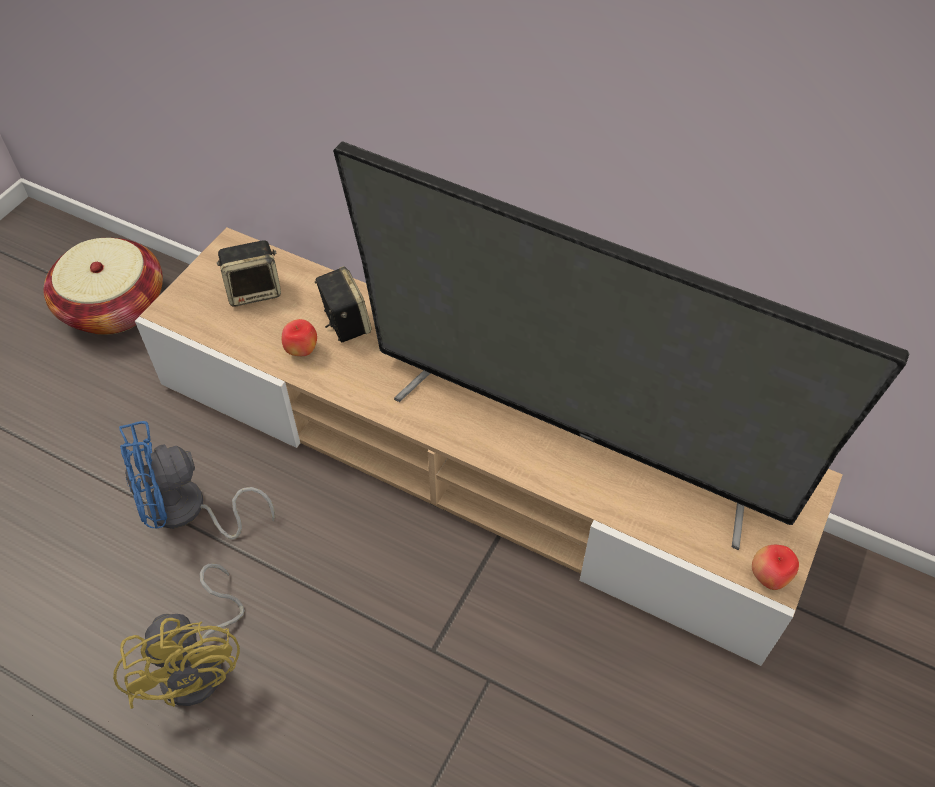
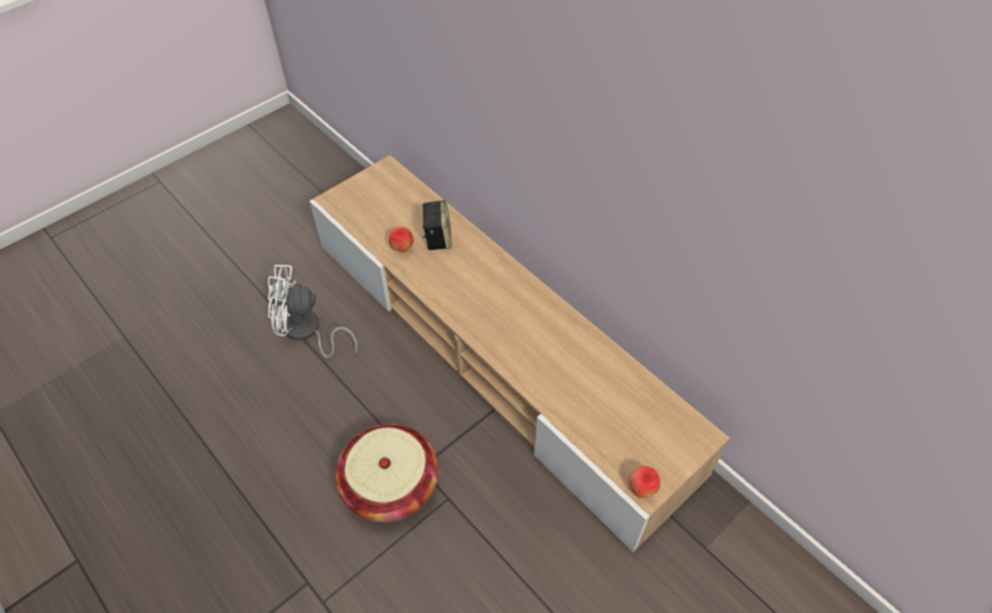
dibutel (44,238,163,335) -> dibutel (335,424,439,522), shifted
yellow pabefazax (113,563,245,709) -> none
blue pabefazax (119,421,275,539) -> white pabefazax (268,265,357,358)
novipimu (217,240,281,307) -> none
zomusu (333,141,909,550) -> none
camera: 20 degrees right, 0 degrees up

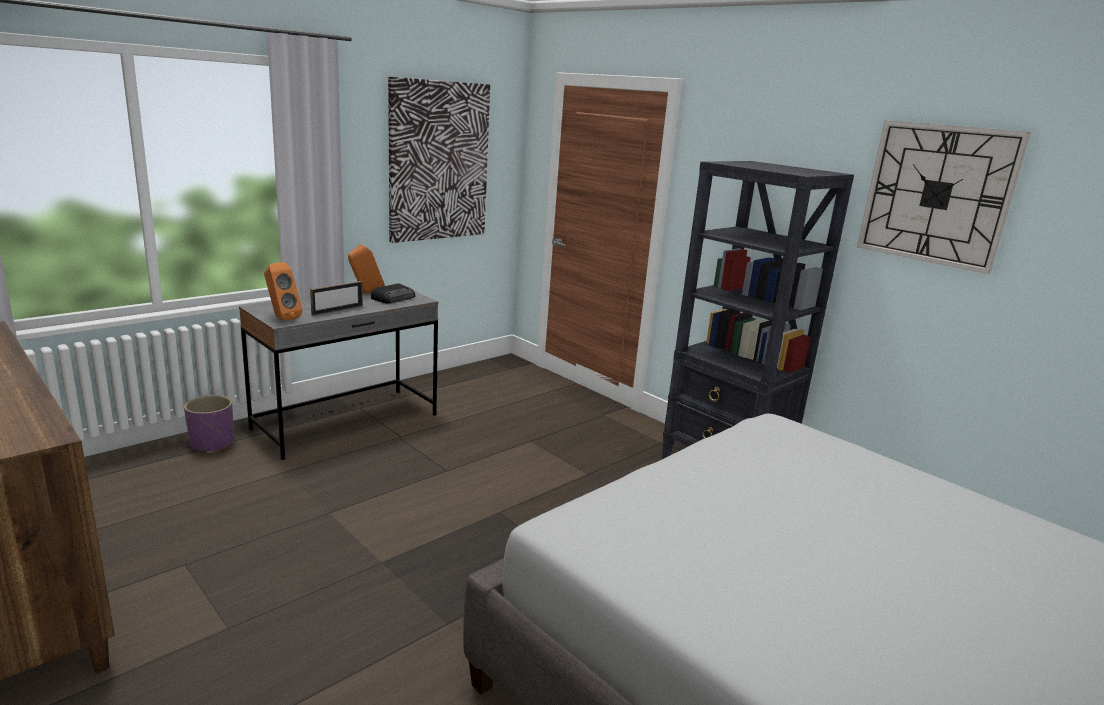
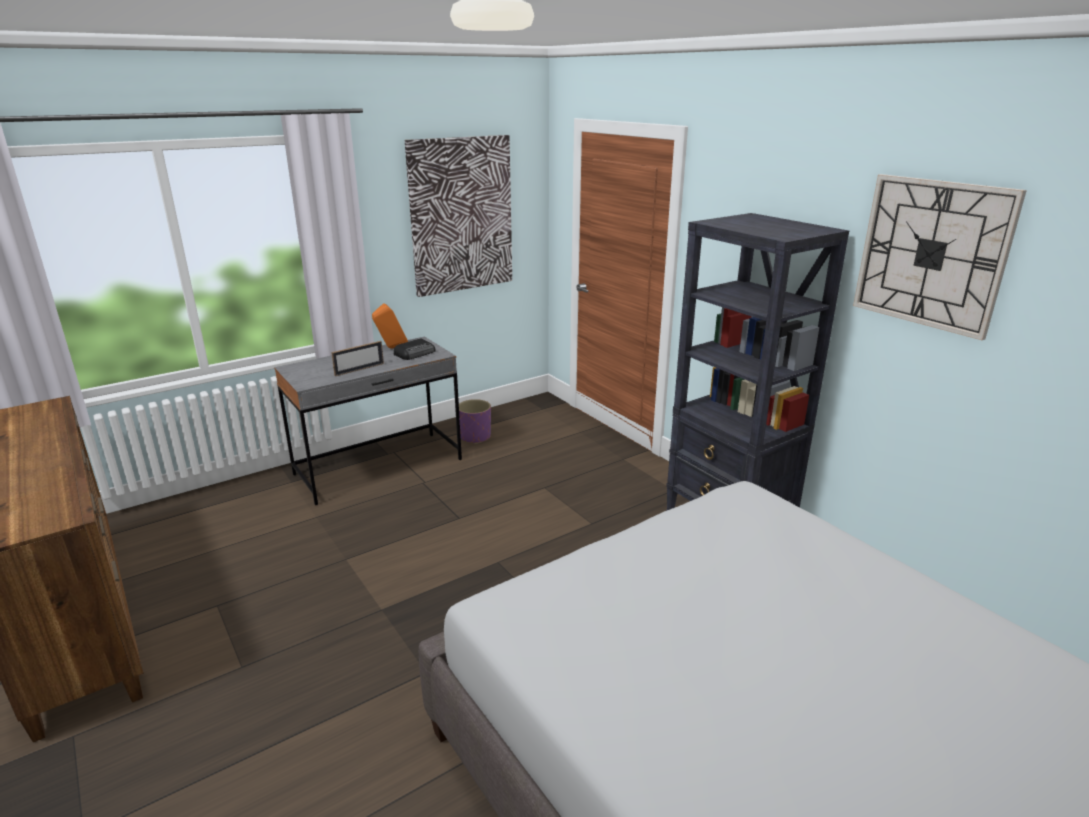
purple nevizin (184,395,234,453) -> purple nevizin (459,399,491,444), shifted
orange novipimu (264,262,303,321) -> none
camera: 10 degrees right, 5 degrees up

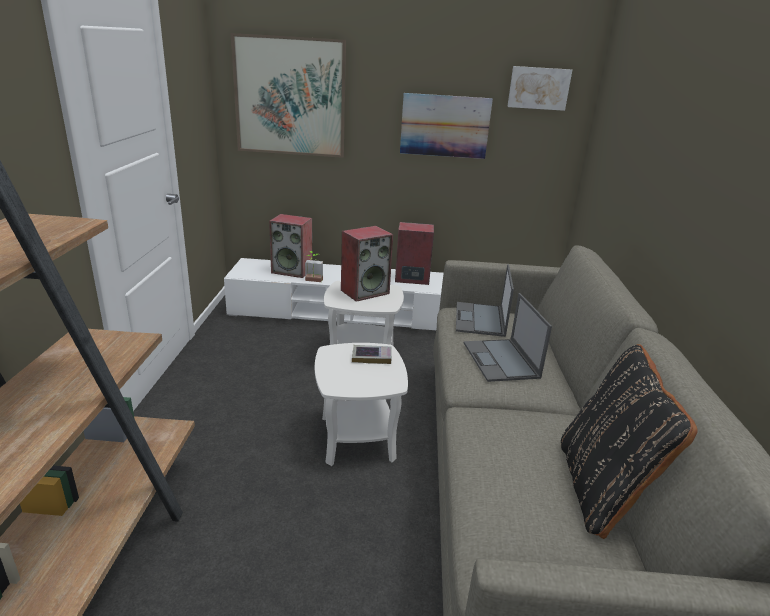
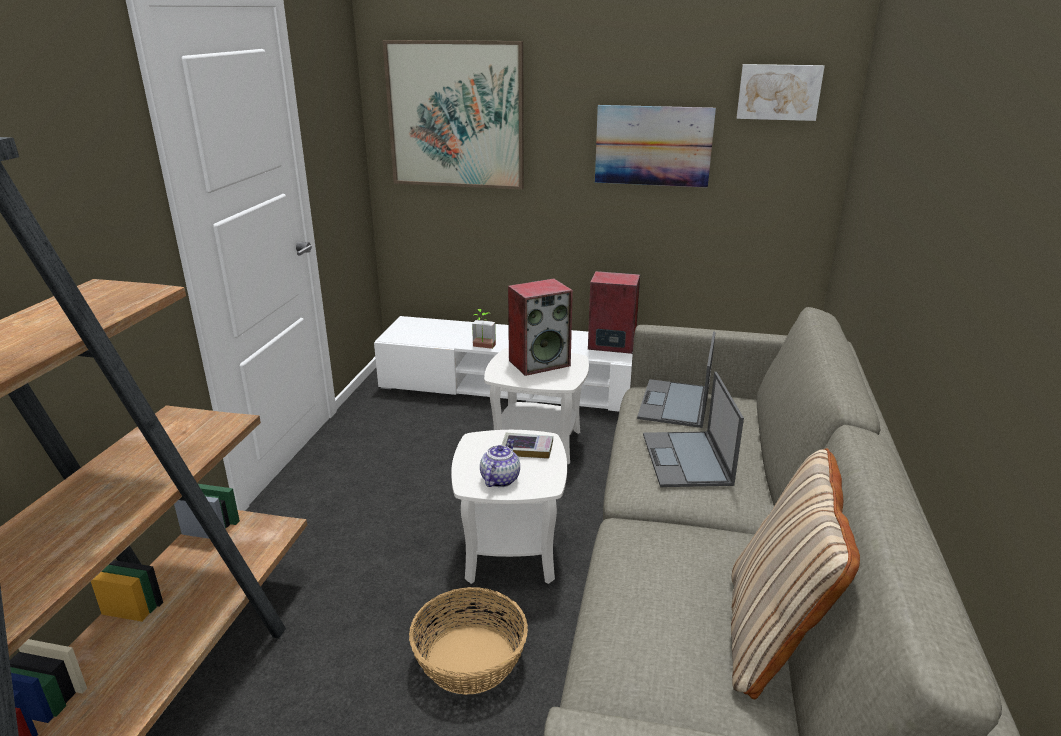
novipimu (269,214,312,278) -> none
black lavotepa (561,344,698,539) -> beige lavotepa (731,448,860,699)
none -> dibutel (409,587,528,695)
none -> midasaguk (480,439,520,487)
camera: 10 degrees right, 0 degrees up

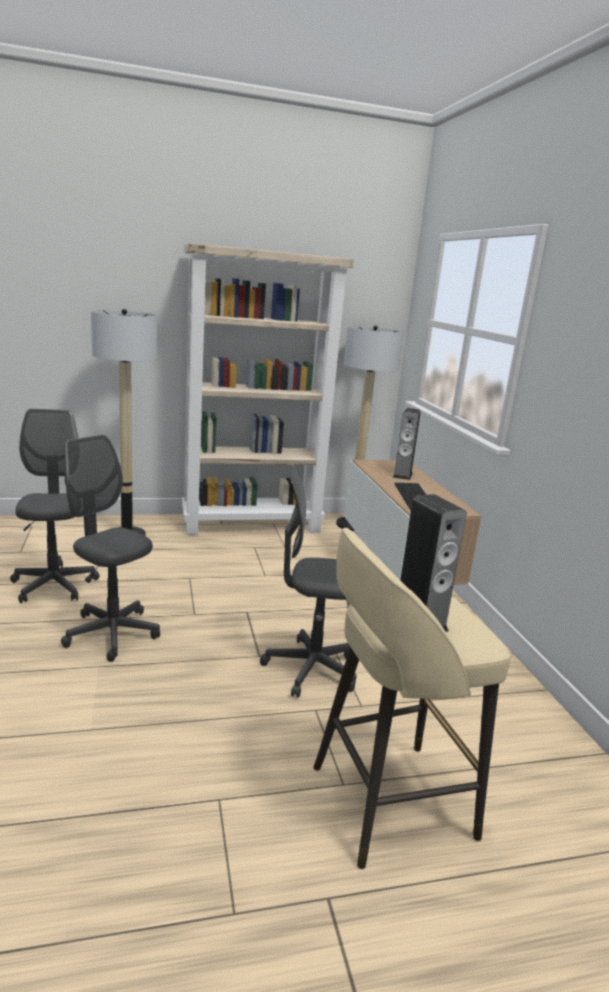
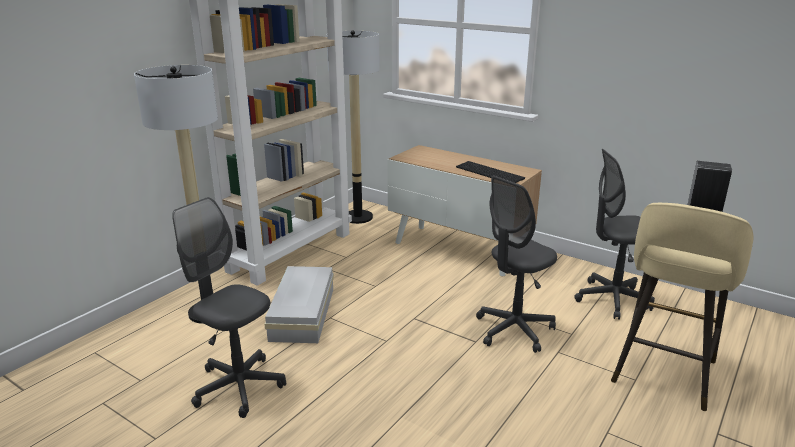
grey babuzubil (61,435,160,662) -> grey babuzubil (574,149,655,320), shifted
novipimu (393,408,421,480) -> none
none -> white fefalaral (265,266,334,343)
camera: 40 degrees left, 5 degrees up

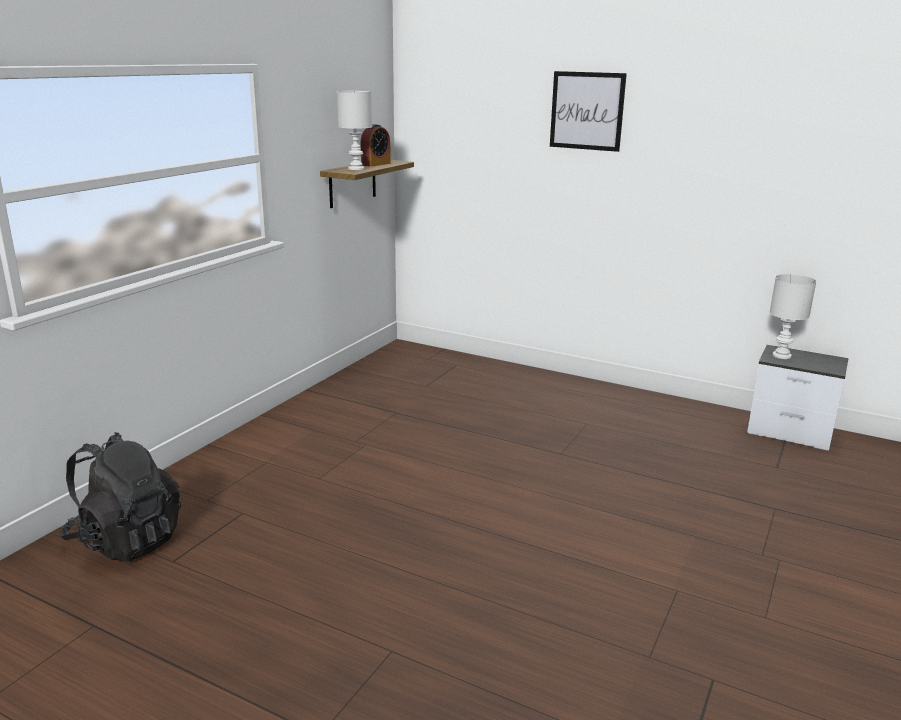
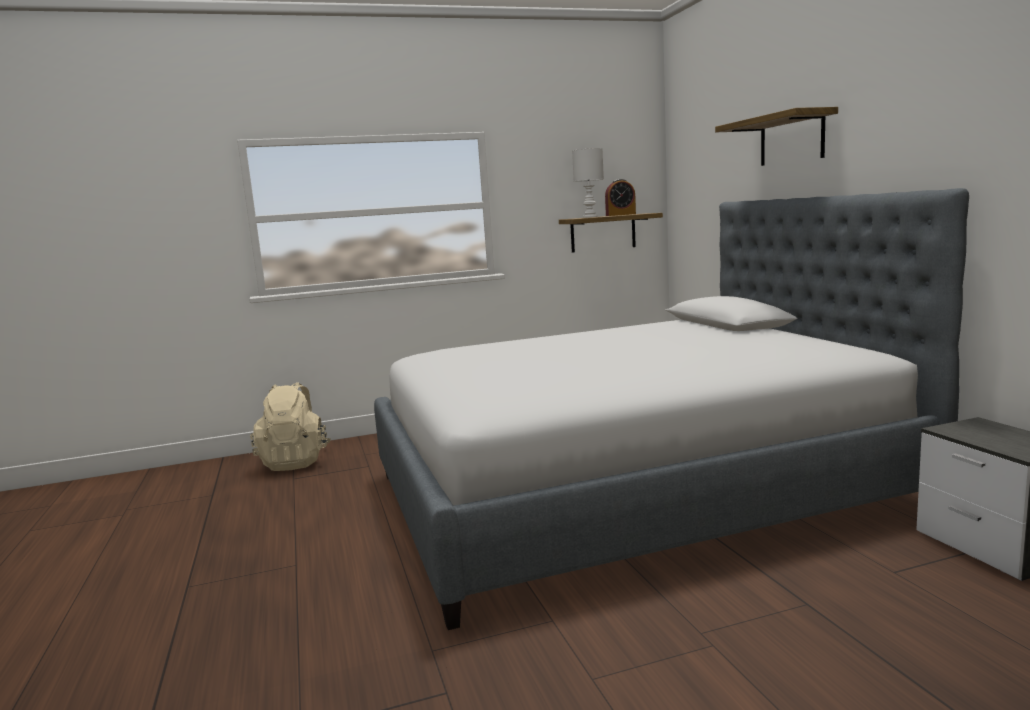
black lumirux (60,432,181,562) -> beige lumirux (250,382,331,471)
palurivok (550,71,627,152) -> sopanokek (715,107,838,166)
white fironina (770,274,816,359) -> none
none -> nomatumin (374,188,969,630)
camera: 45 degrees right, 10 degrees down

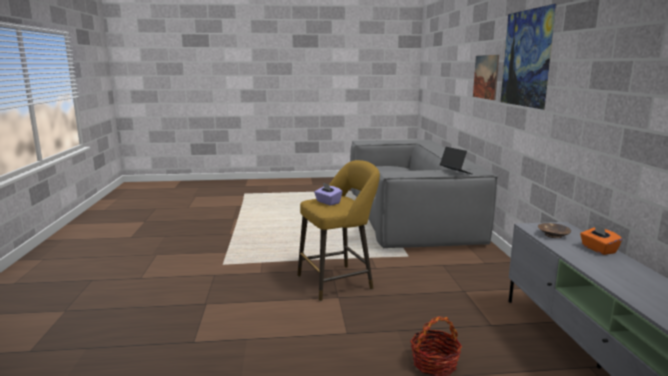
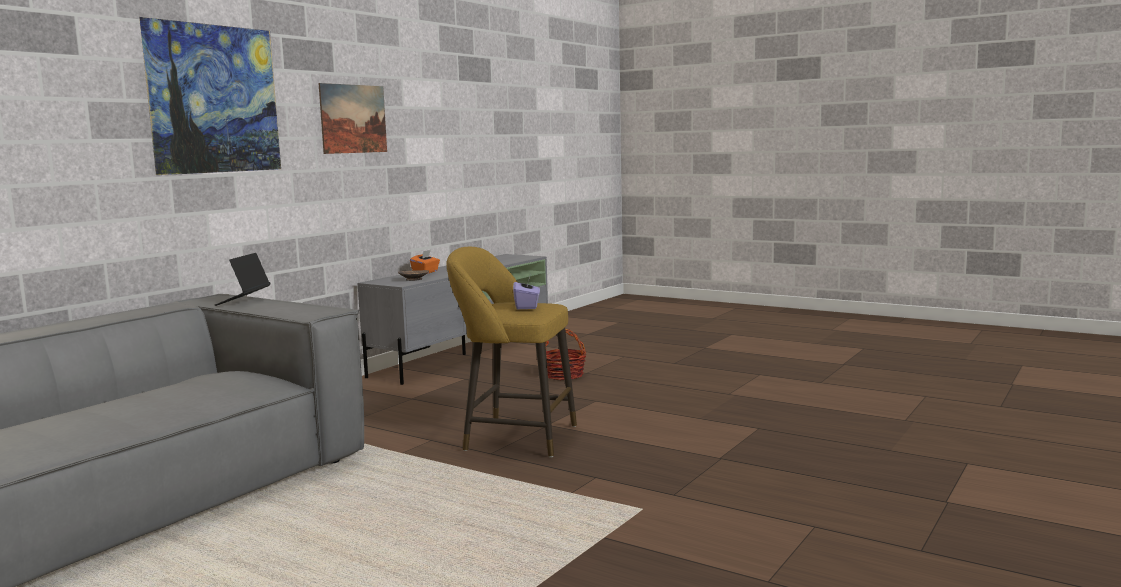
palurivok (473,55,499,100) -> palurivok (318,83,387,154), shifted
camera: 140 degrees left, 5 degrees down

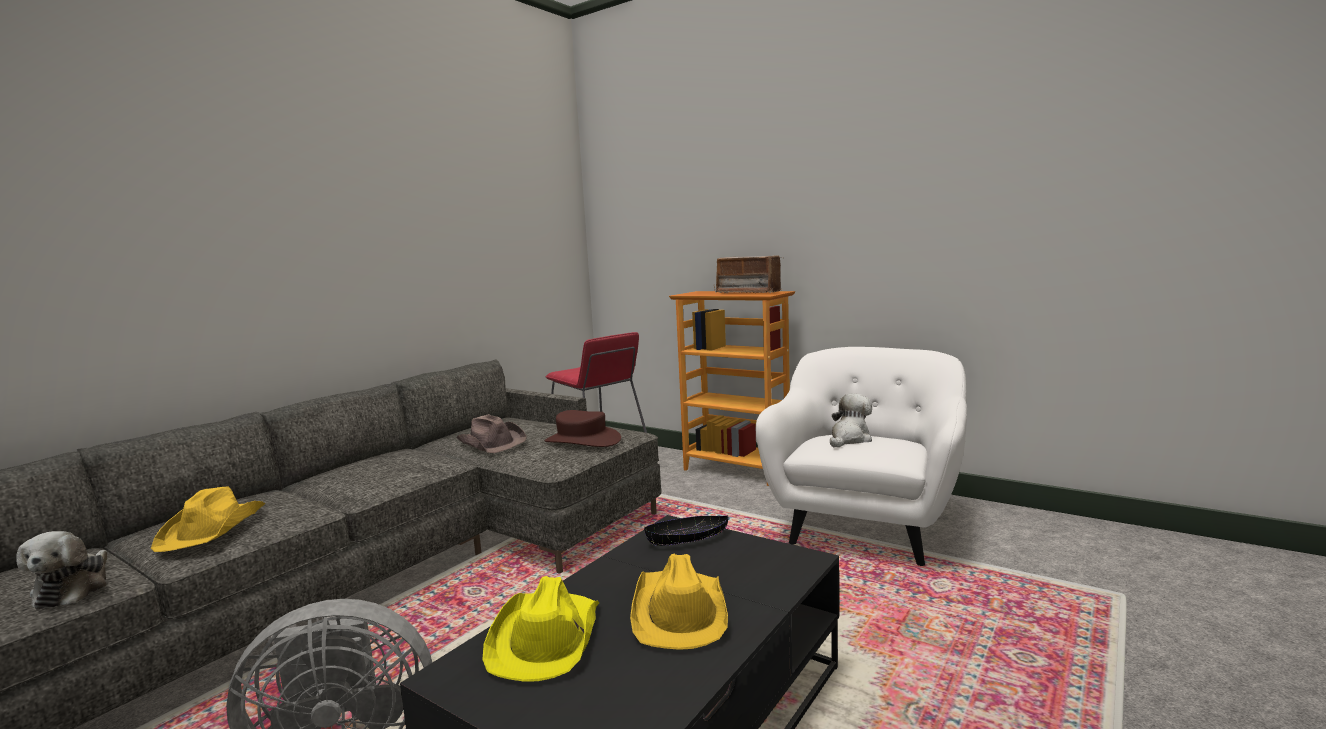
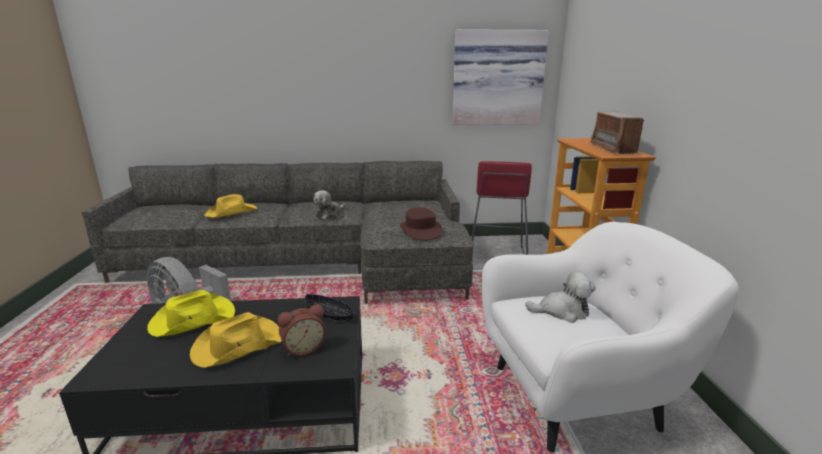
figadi (16,531,107,609) -> figadi (314,190,346,219), shifted
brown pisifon (456,414,527,453) -> none
none -> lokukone (278,305,326,356)
none -> palurivok (452,29,549,125)
camera: 50 degrees right, 10 degrees up

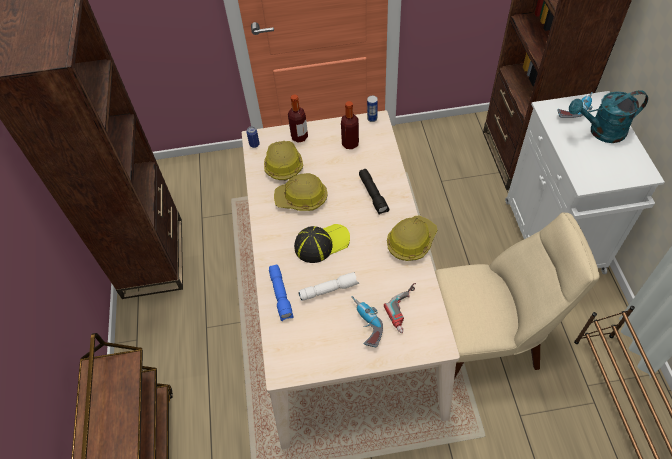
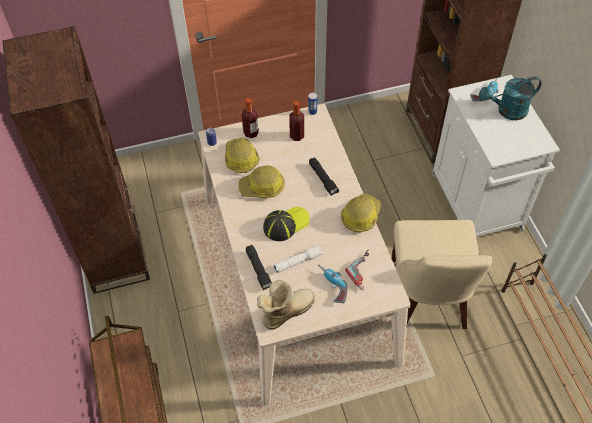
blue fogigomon (269,264,294,321) -> black fogigomon (246,245,272,291)
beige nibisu (435,212,600,379) -> beige nibisu (392,220,492,329), 105 degrees clockwise
none -> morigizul (257,280,315,330)
camera: 10 degrees left, 0 degrees up

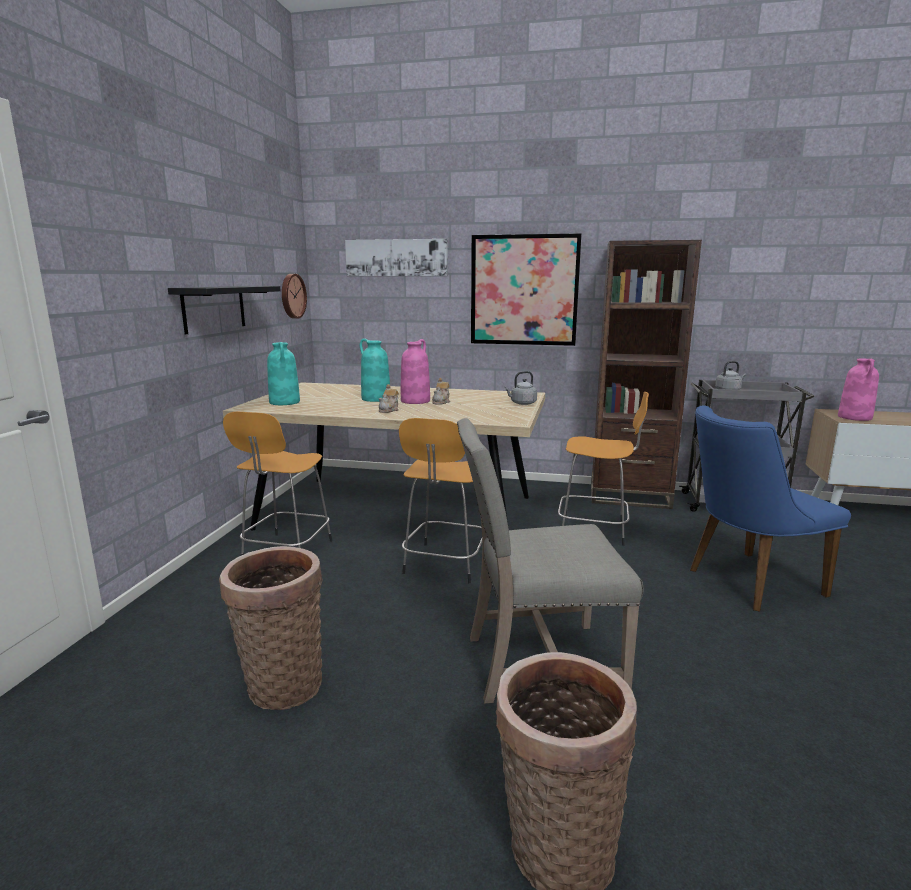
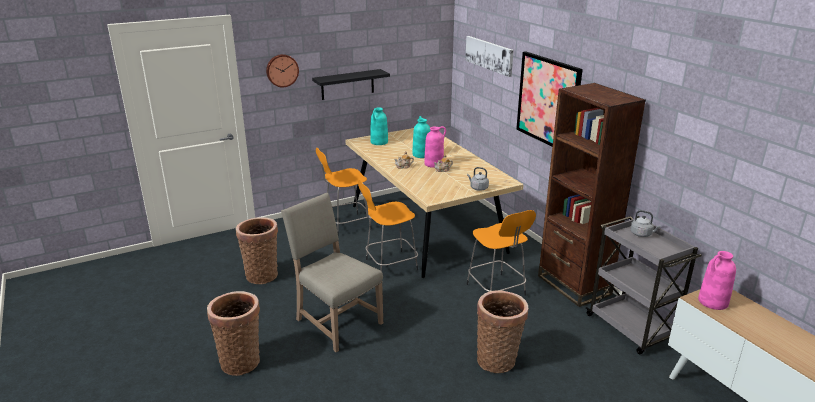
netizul (282,274,307,319) -> netizul (266,54,299,88), shifted
blue nibisu (690,405,851,612) -> dibutel (477,290,528,373)
camera: 50 degrees right, 10 degrees up

